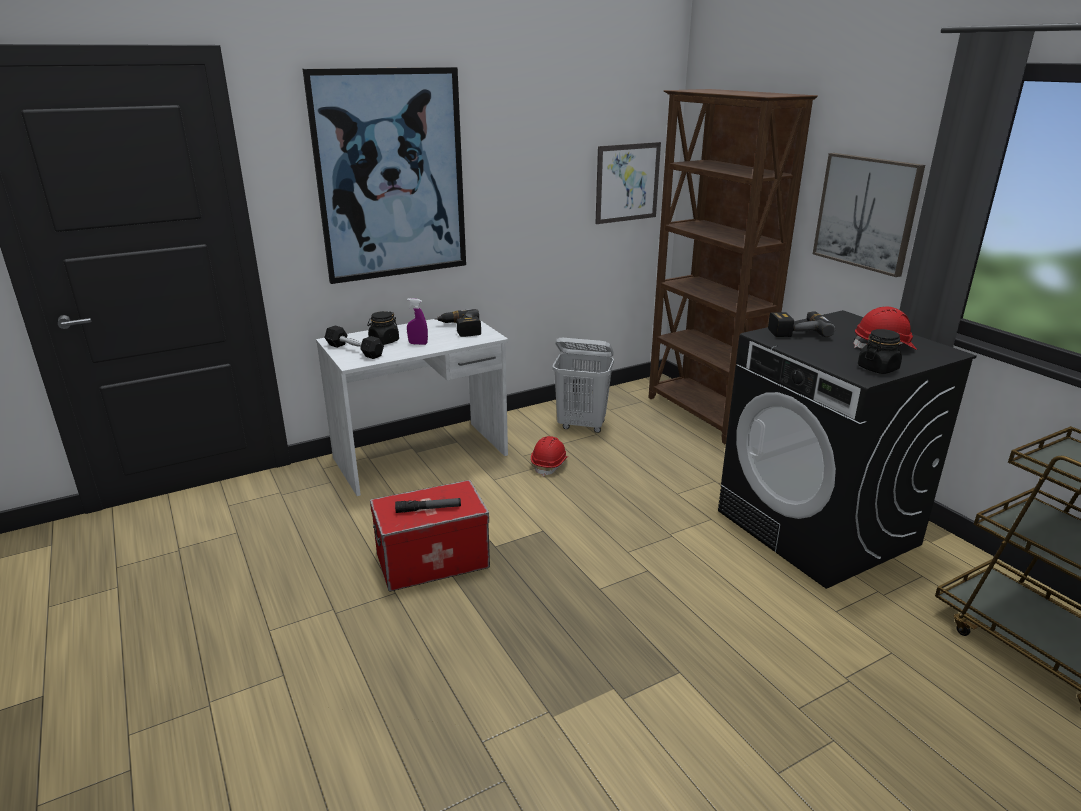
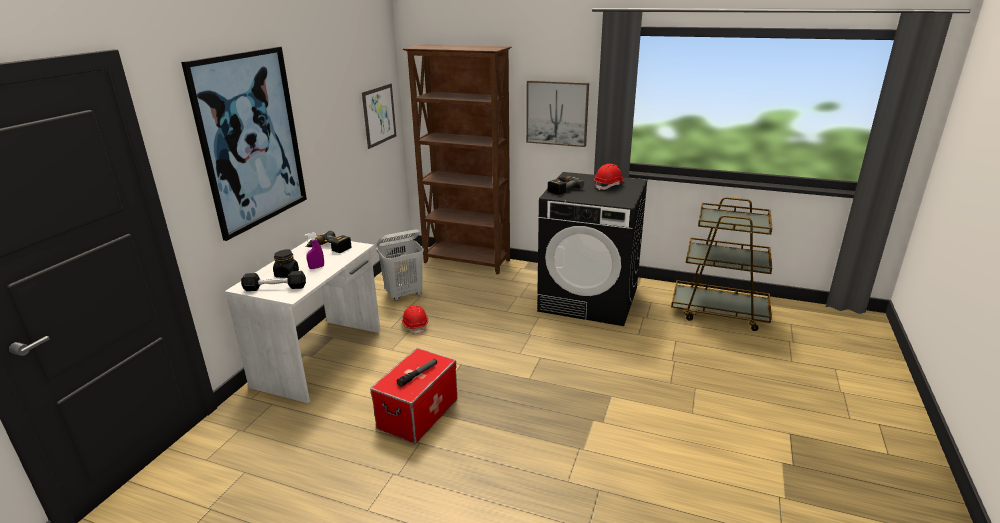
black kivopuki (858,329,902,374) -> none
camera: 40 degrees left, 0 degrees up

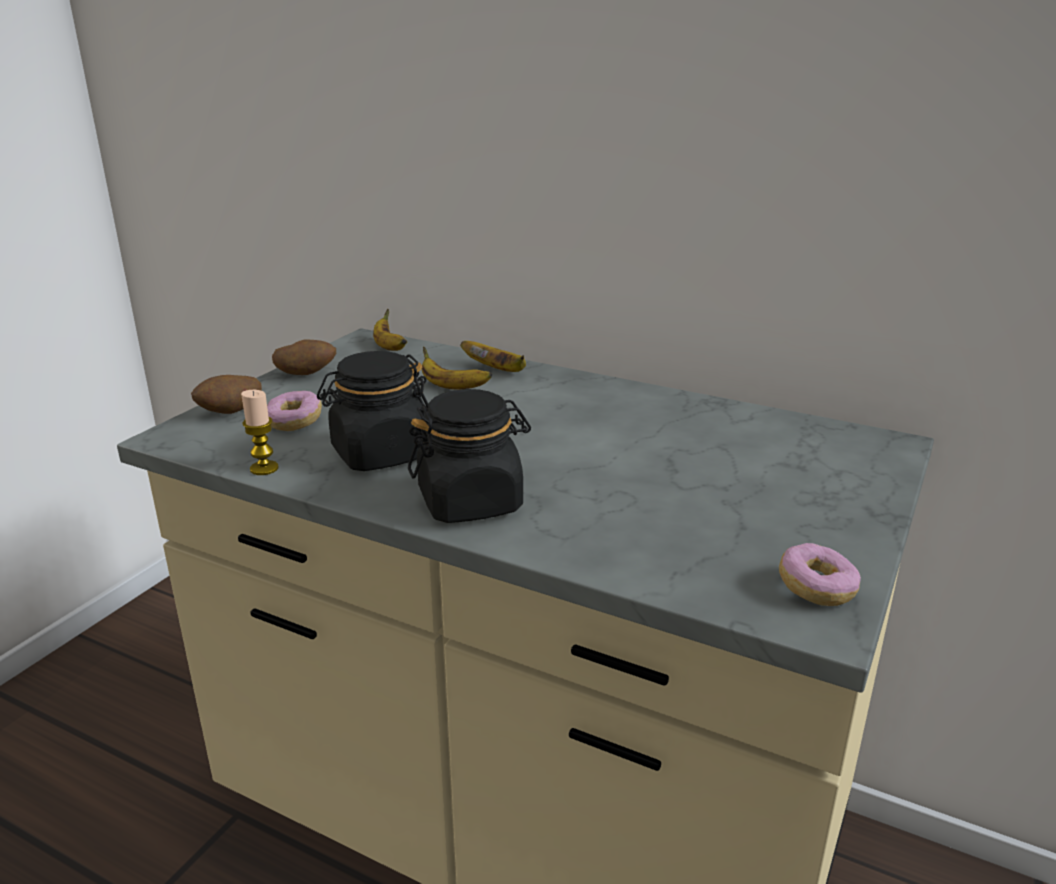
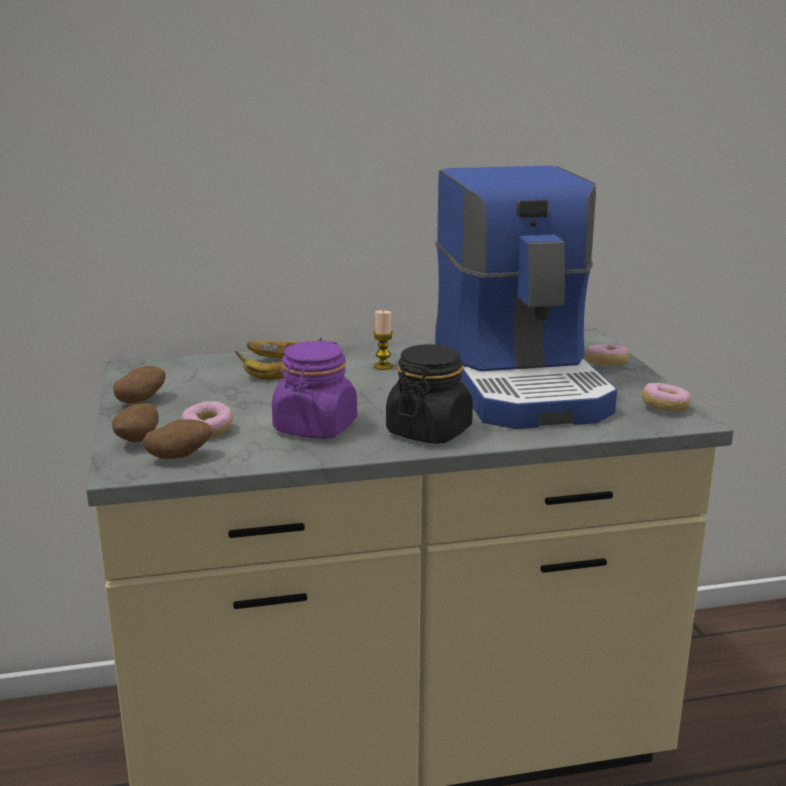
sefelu (241,390,279,475) -> sefelu (373,311,393,370), shifted
black kivopuki (317,351,428,471) -> purple kivopuki (272,340,357,439)
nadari (373,309,407,351) -> none
none -> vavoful (143,420,212,459)
none -> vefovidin (435,165,617,429)
none -> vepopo (585,344,629,366)
camera: 40 degrees left, 5 degrees down

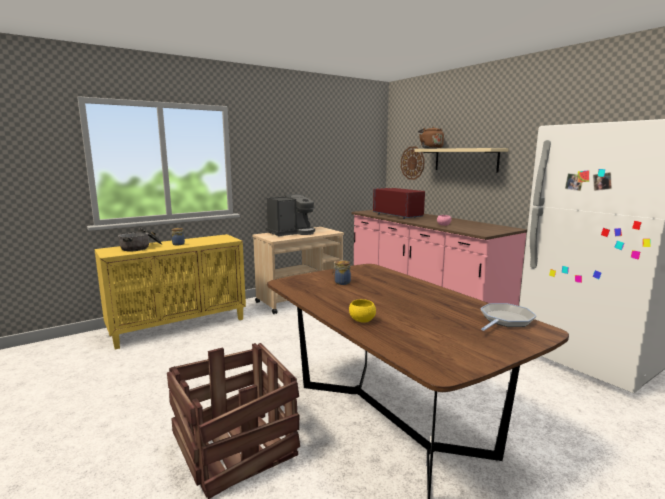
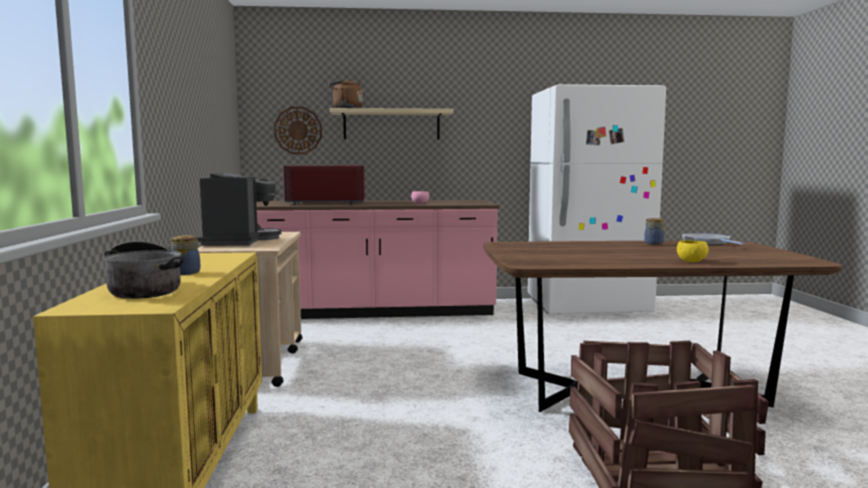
kivopuki (333,260,351,285) -> kivopuki (644,218,664,245), shifted
camera: 60 degrees left, 5 degrees down

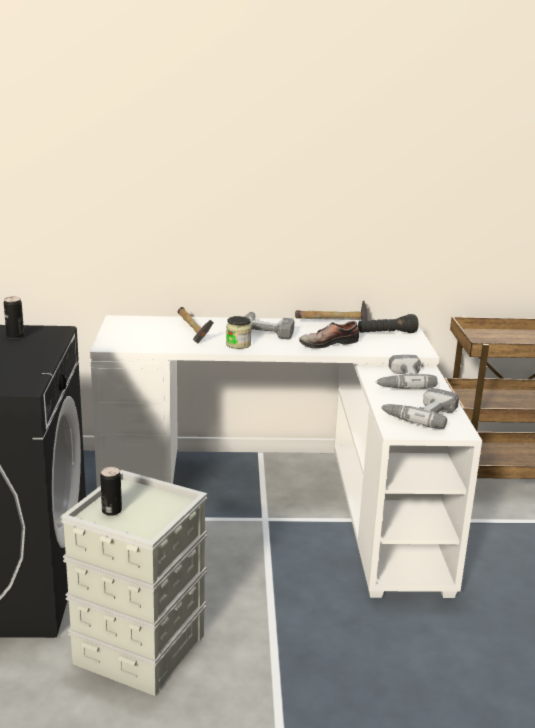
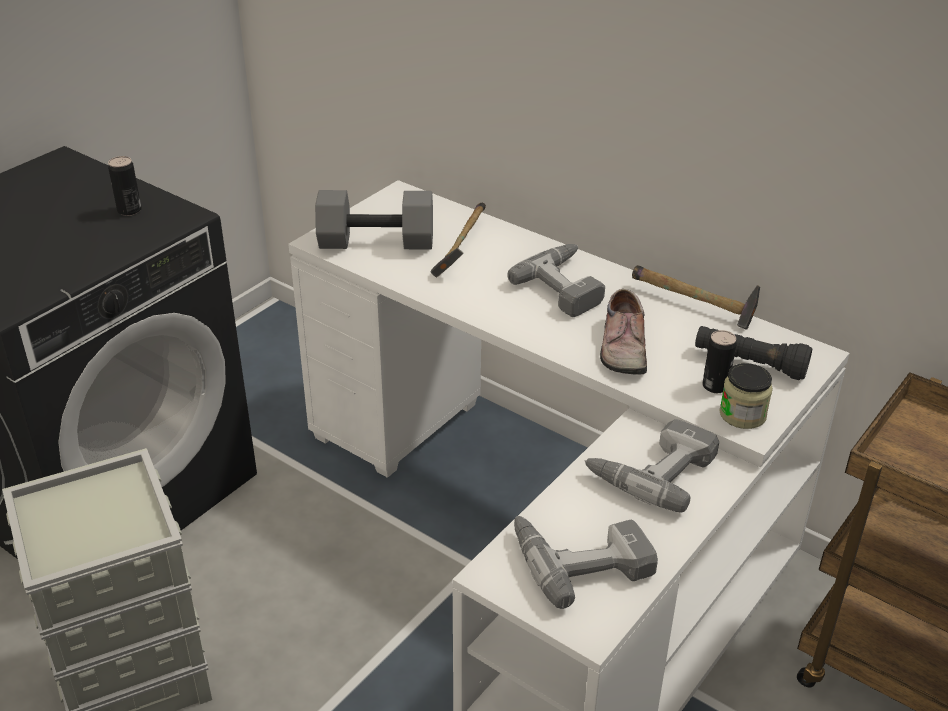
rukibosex (100,467,122,516) -> rukibosex (702,330,737,393), shifted
kivopuki (226,316,251,349) -> kivopuki (719,363,773,429), shifted
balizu (299,321,359,348) -> balizu (600,289,647,375), 105 degrees counterclockwise
none -> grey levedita (315,190,433,250)
camera: 40 degrees right, 15 degrees up

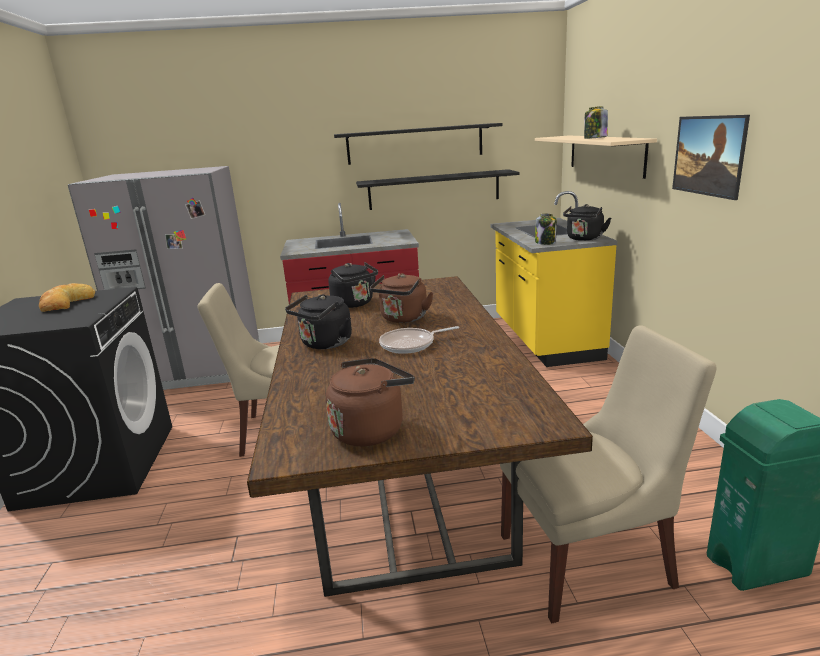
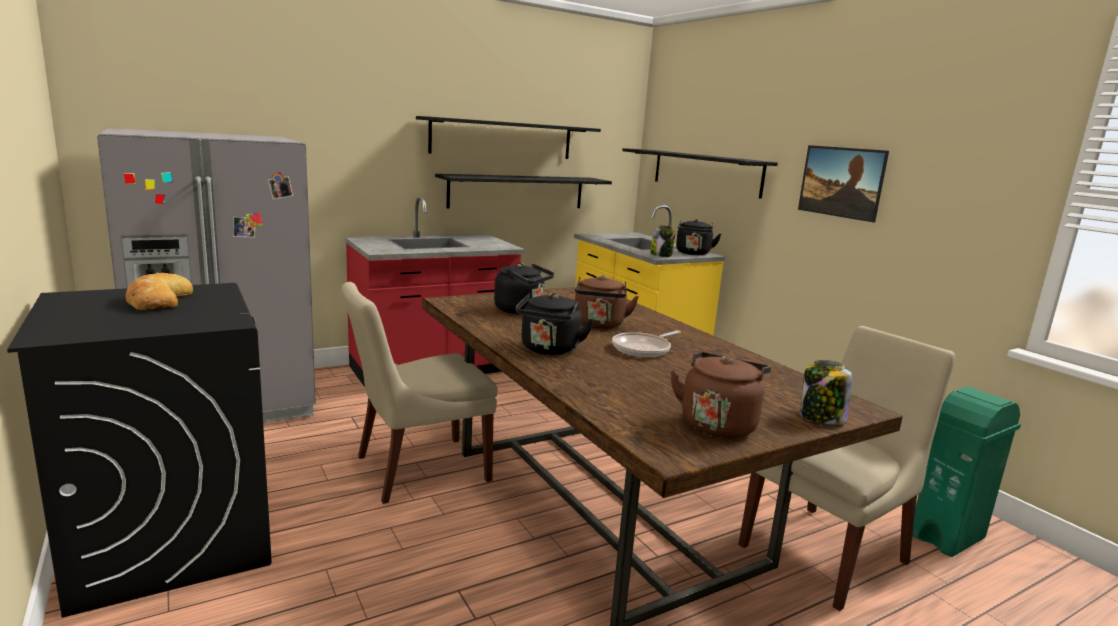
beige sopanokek (535,136,657,179) -> black sopanokek (622,148,778,199)
kivopuki (584,106,608,139) -> kivopuki (800,360,852,424), shifted
camera: 25 degrees left, 5 degrees down

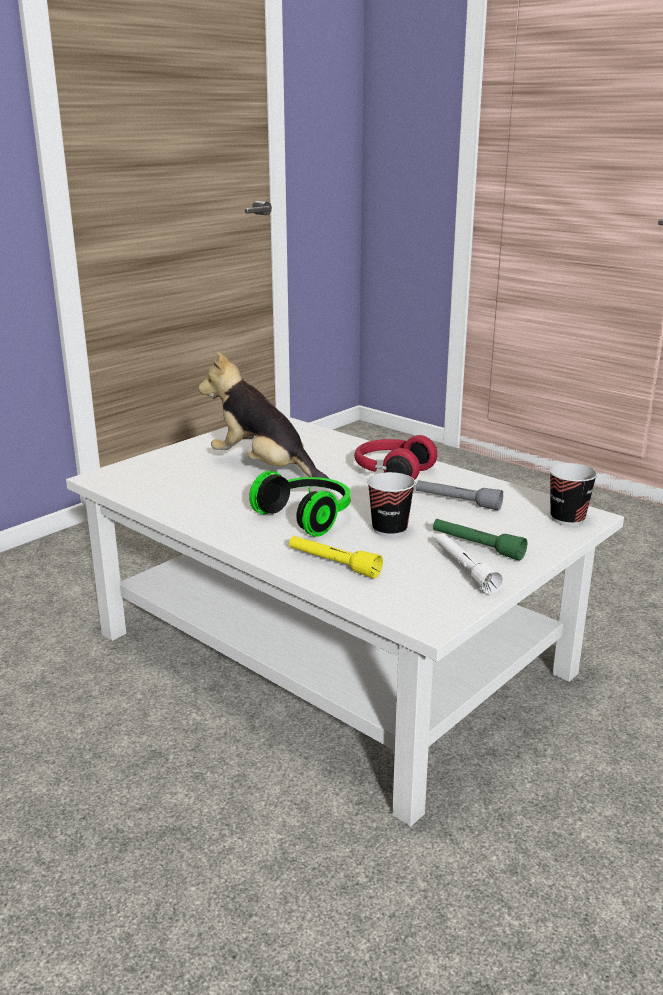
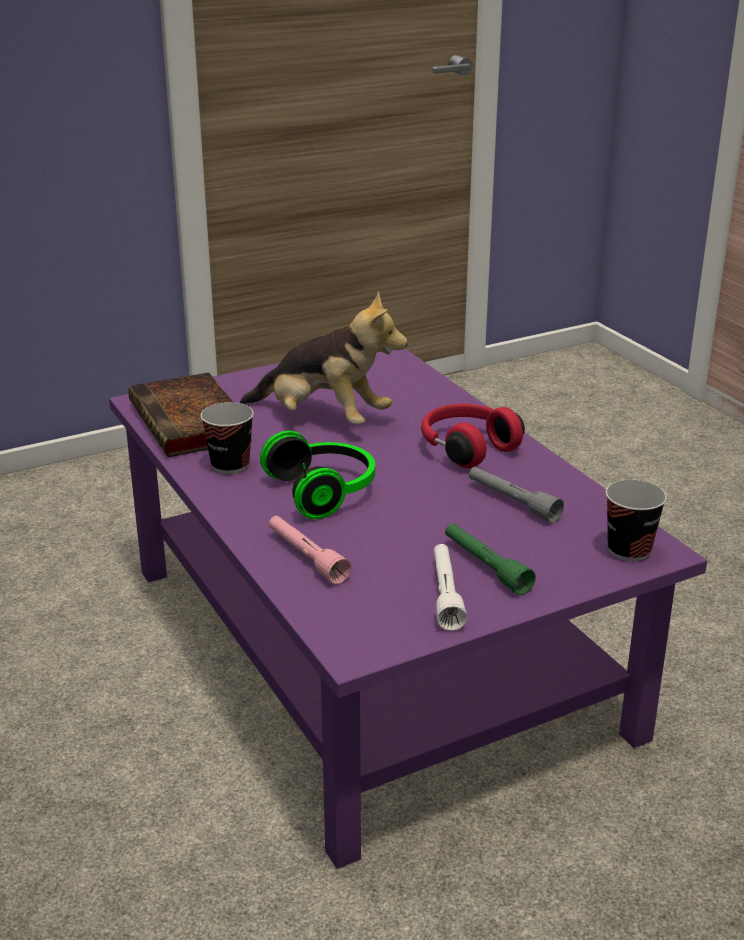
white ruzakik (66,416,624,826) -> purple ruzakik (109,349,707,869)
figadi (198,352,329,479) -> figadi (240,291,408,425), 150 degrees clockwise
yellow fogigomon (289,536,383,578) -> pink fogigomon (269,516,352,584)
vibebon (367,472,415,537) -> vibebon (201,402,254,474), shifted
none -> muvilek (128,372,252,457)
camera: 20 degrees right, 5 degrees up

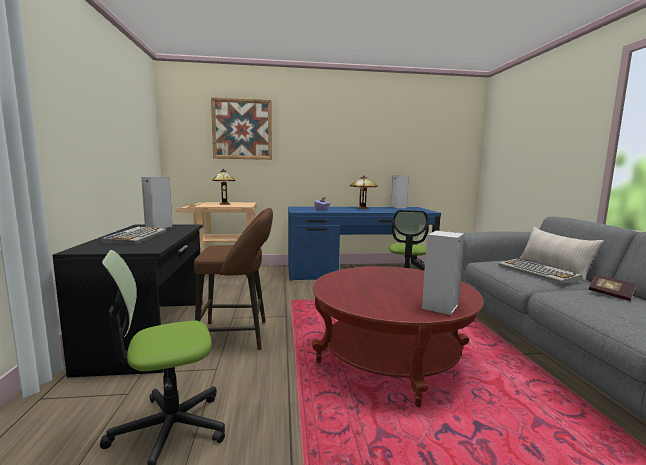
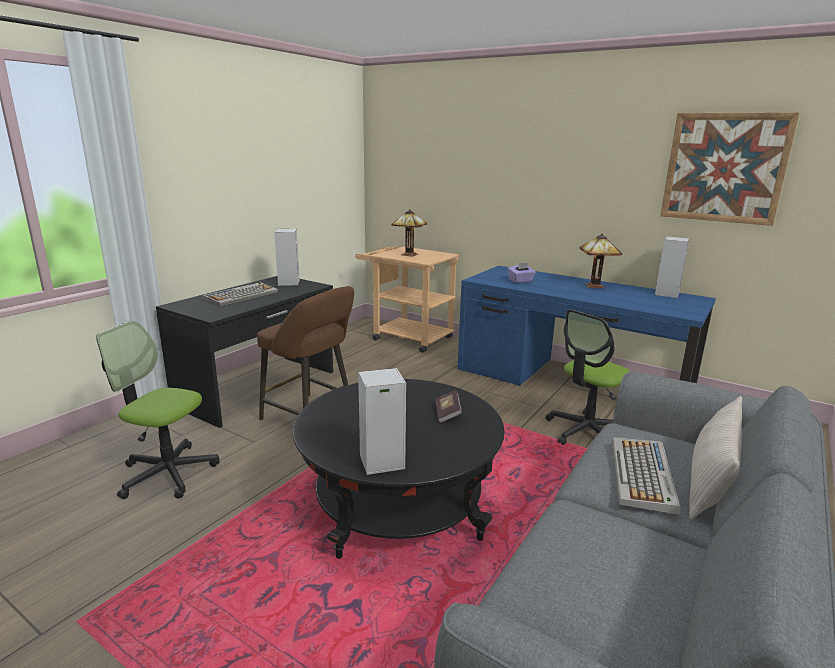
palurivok (211,98,272,160) -> palurivok (660,112,800,226), shifted
red ruzakik (312,266,484,407) -> black ruzakik (293,379,505,559)
muvilek (589,275,637,301) -> muvilek (435,390,462,423), shifted
camera: 40 degrees right, 10 degrees up

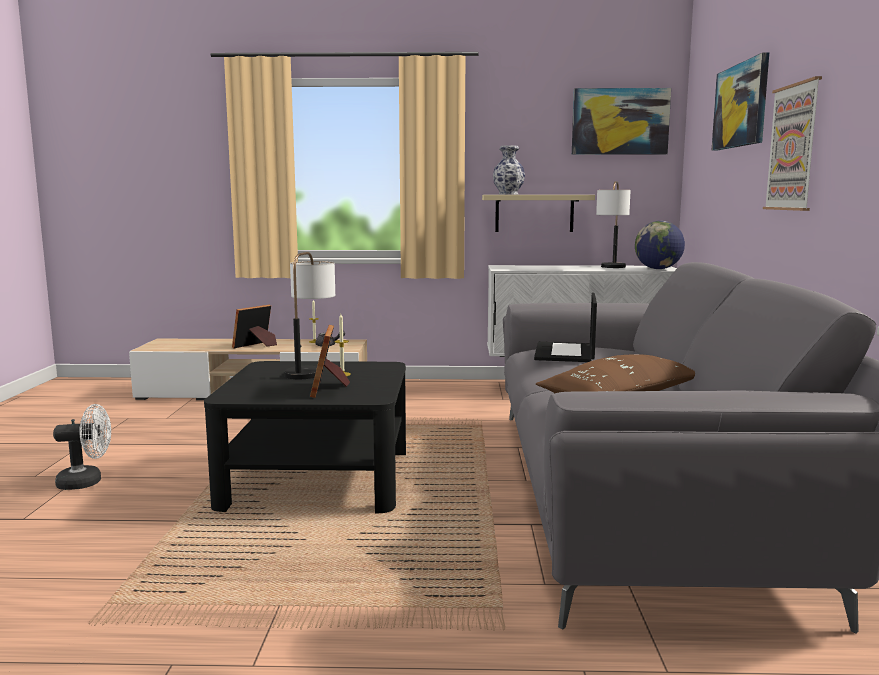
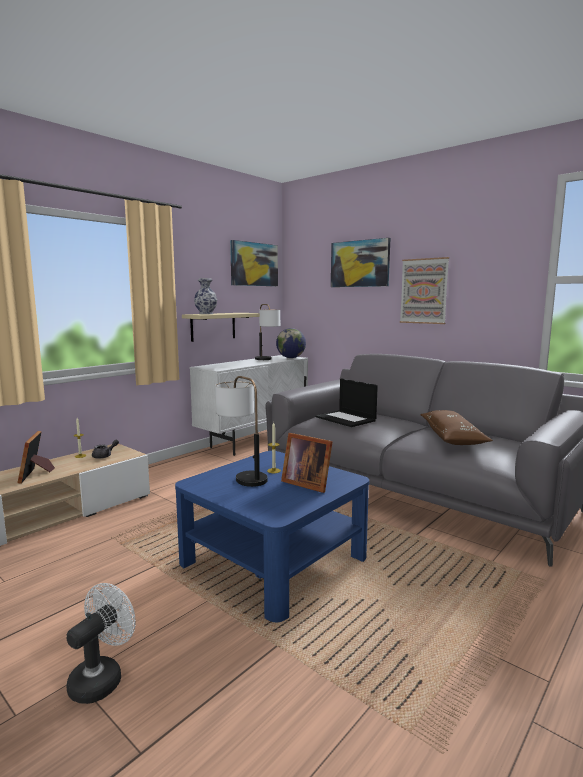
black ruzakik (204,361,406,513) -> blue ruzakik (175,451,369,622)
camera: 50 degrees left, 0 degrees up

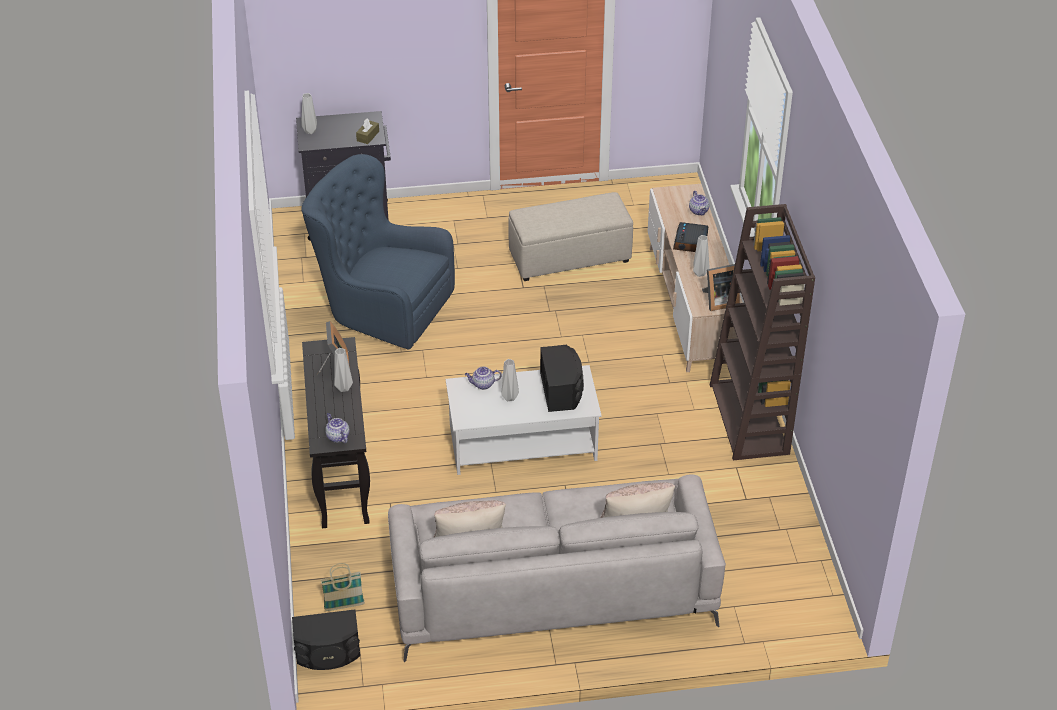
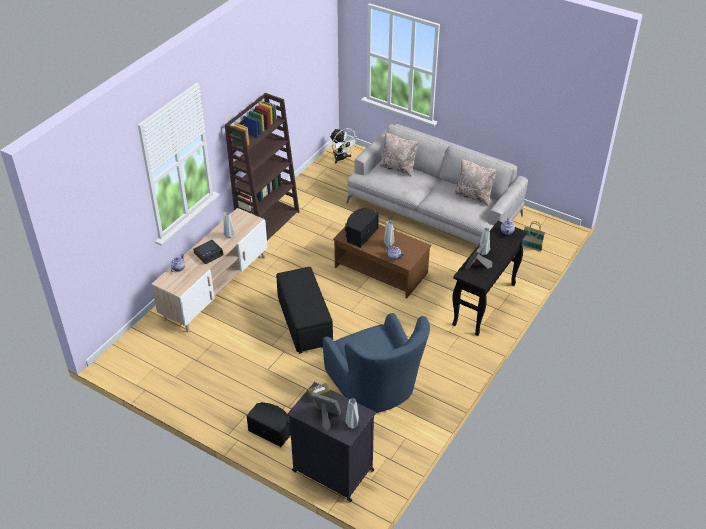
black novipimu (292,609,360,670) -> black novipimu (246,402,291,447), shifted
white ruzakik (446,365,602,475) -> brown ruzakik (333,224,431,298)
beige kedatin (508,192,633,281) -> none
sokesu (702,264,740,311) -> sokesu (311,393,341,431), shifted
none -> black kedatin (276,267,333,354)
none -> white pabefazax (330,128,359,163)
camera: 140 degrees left, 0 degrees up

